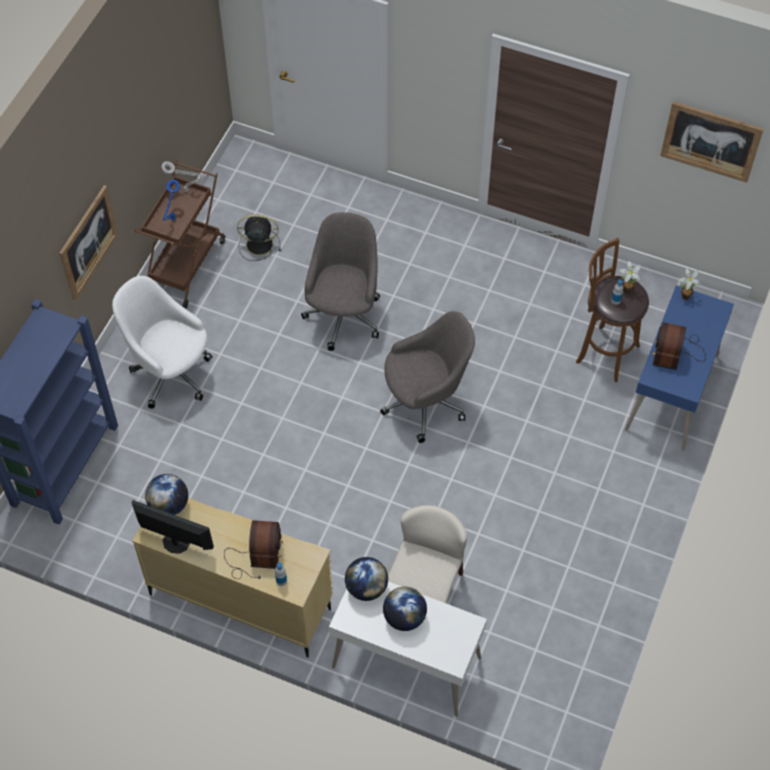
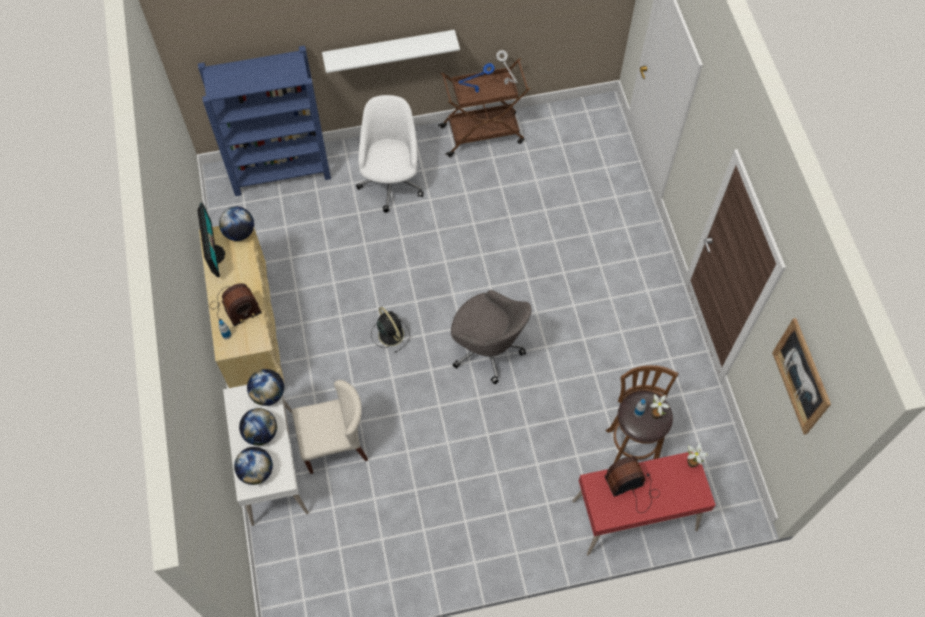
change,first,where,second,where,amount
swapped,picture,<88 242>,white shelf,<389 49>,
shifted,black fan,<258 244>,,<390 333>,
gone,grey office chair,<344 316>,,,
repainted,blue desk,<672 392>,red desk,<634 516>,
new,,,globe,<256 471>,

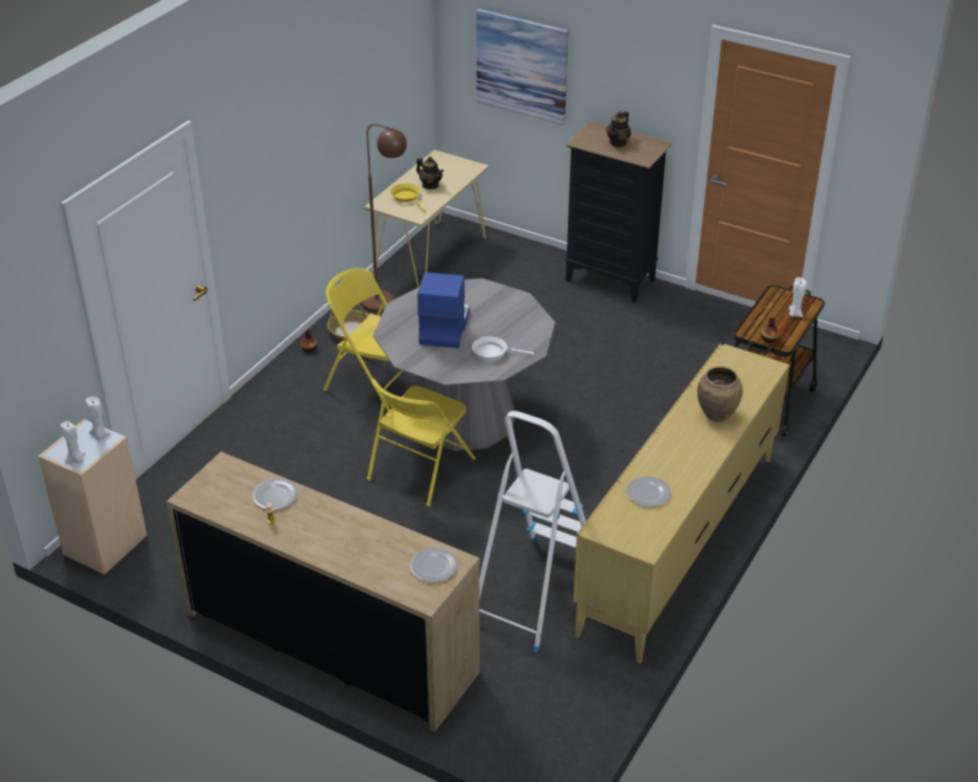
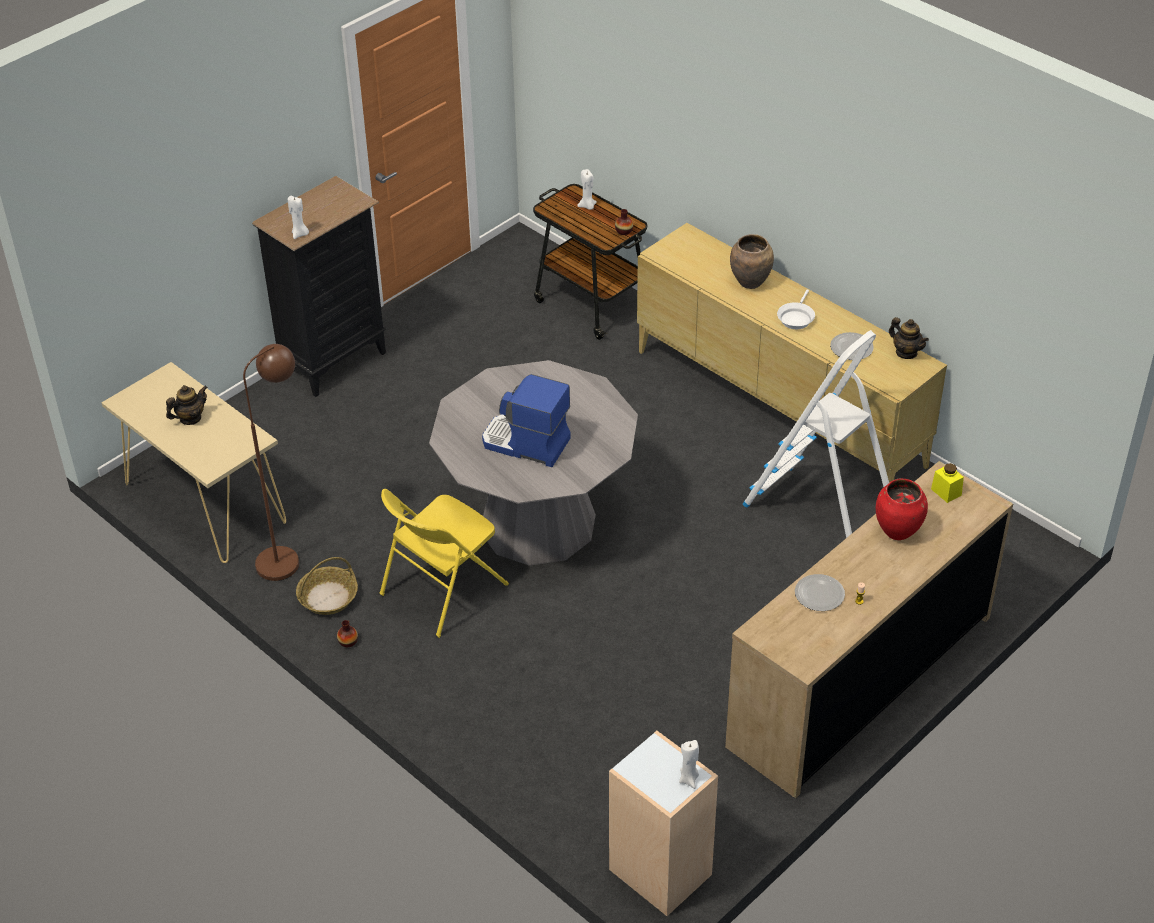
change,first,where,second,where,amount
shifted,white candle,<100 436>,,<300 234>,
gone,yellow chair,<421 469>,,,
gone,yellow frying pan,<407 198>,,,
swapped,plate,<433 566>,yellow jar,<946 492>,
shifted,white frying pan,<493 352>,,<796 318>,
gone,picture,<522 66>,,,
shifted,teapot,<618 142>,,<906 352>,
new,,,red vase,<898 531>,

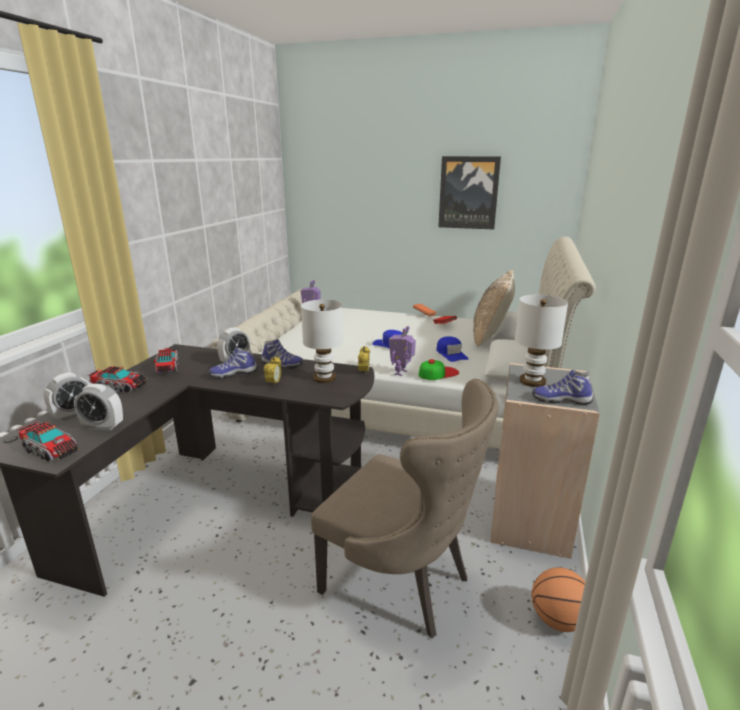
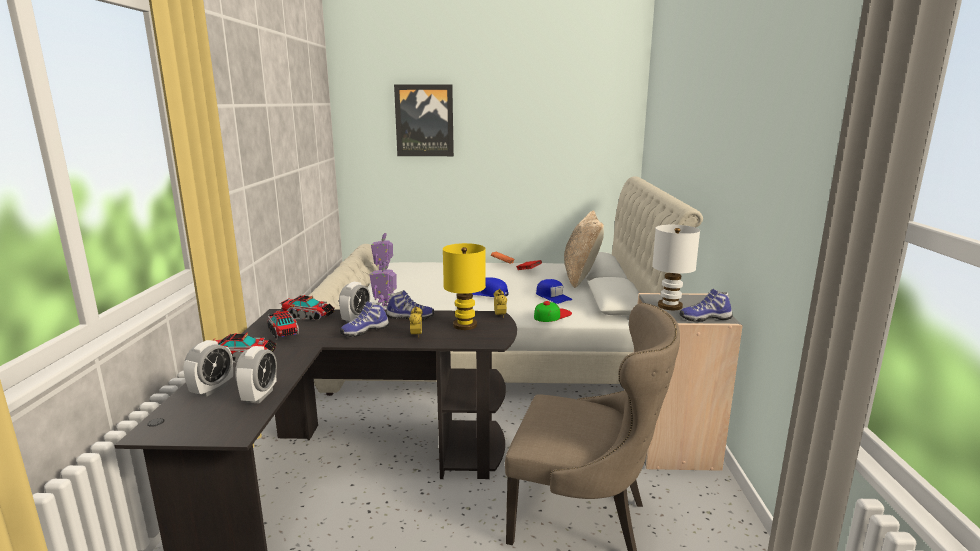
change,first,where,second,where,amount
shifted,toy truck,<50 450>,,<308 316>,
rotated,alarm clock,<103 426>,,<259 396>,75 degrees counterclockwise
repainted,white table lamp,<324 378>,yellow table lamp,<464 325>,
shifted,toy robot,<401 373>,,<385 308>,
shifted,picture,<468 193>,,<424 120>,
gone,basketball,<558 620>,,,

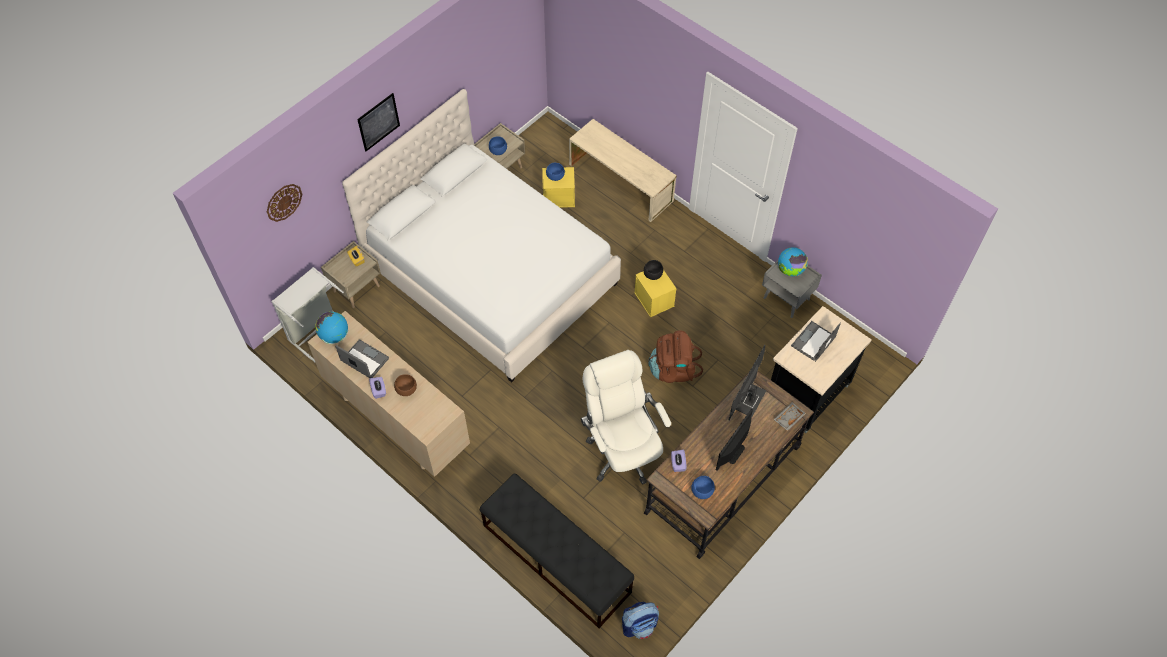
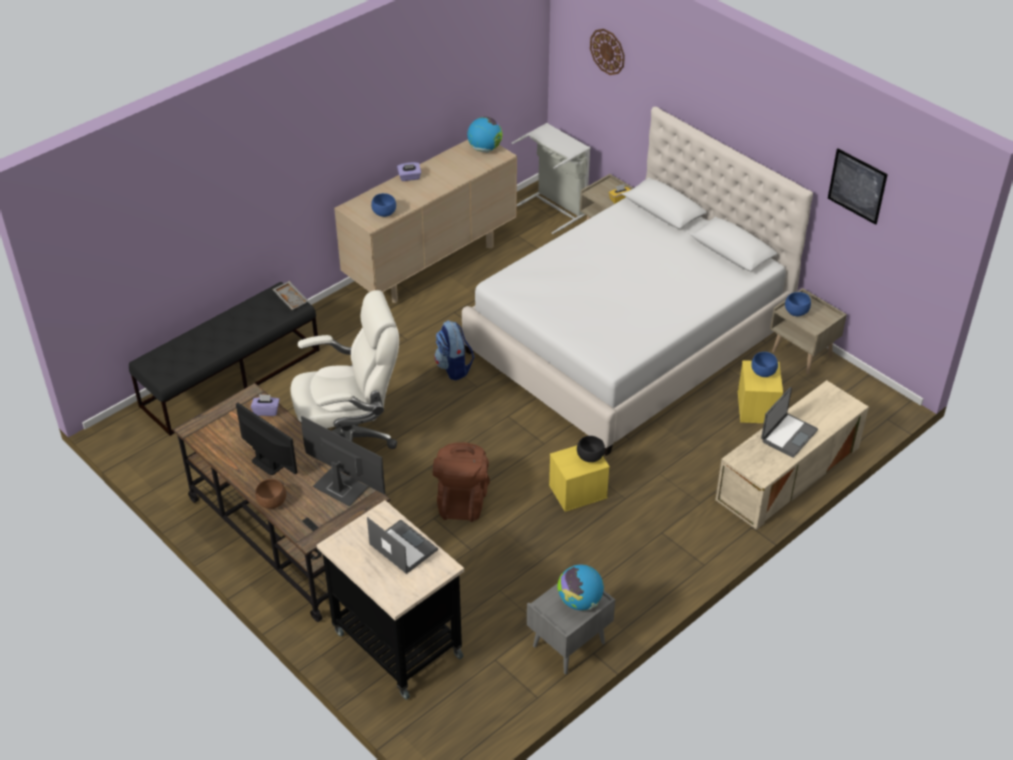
change,first,where,second,where,amount
shifted,laptop,<364 360>,,<788 435>,
shifted,picture,<378 122>,,<857 186>,
shifted,brown bowl,<407 389>,,<272 503>,
shifted,backpack,<639 625>,,<454 367>,
shifted,blue bowl,<701 491>,,<384 213>,
shifted,grey tray,<788 418>,,<291 299>,

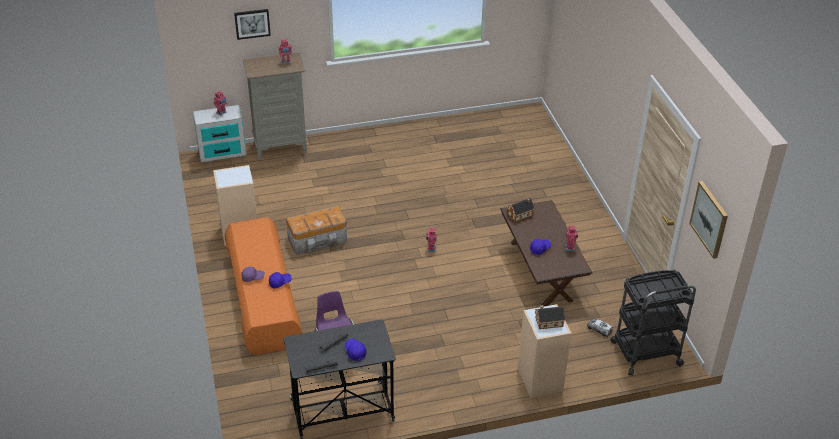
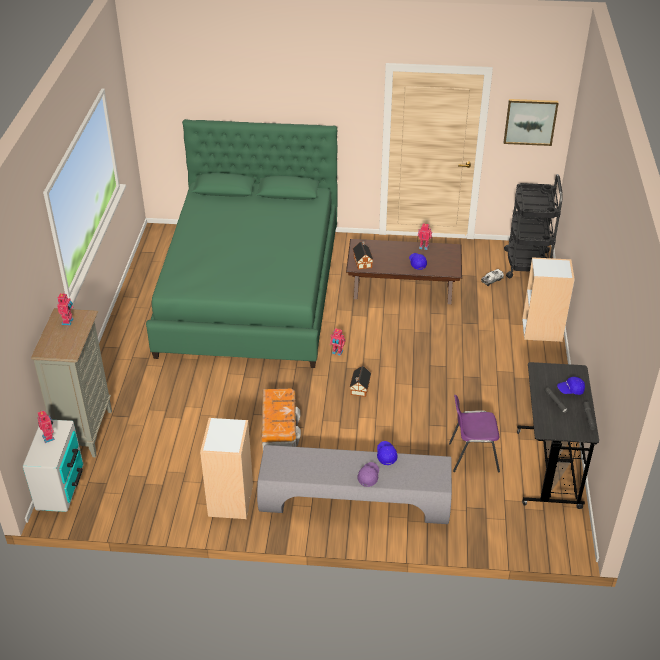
change,first,where,second,where,amount
repainted,orange bench,<262 297>,grey bench,<354 499>,
gone,picture,<252 23>,,,
shifted,toy house,<547 322>,,<359 388>,
new,,,green bed,<251 291>,

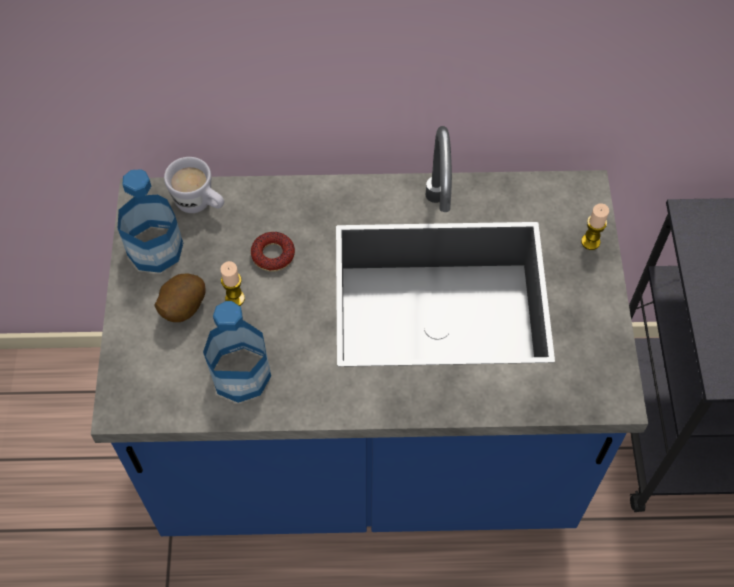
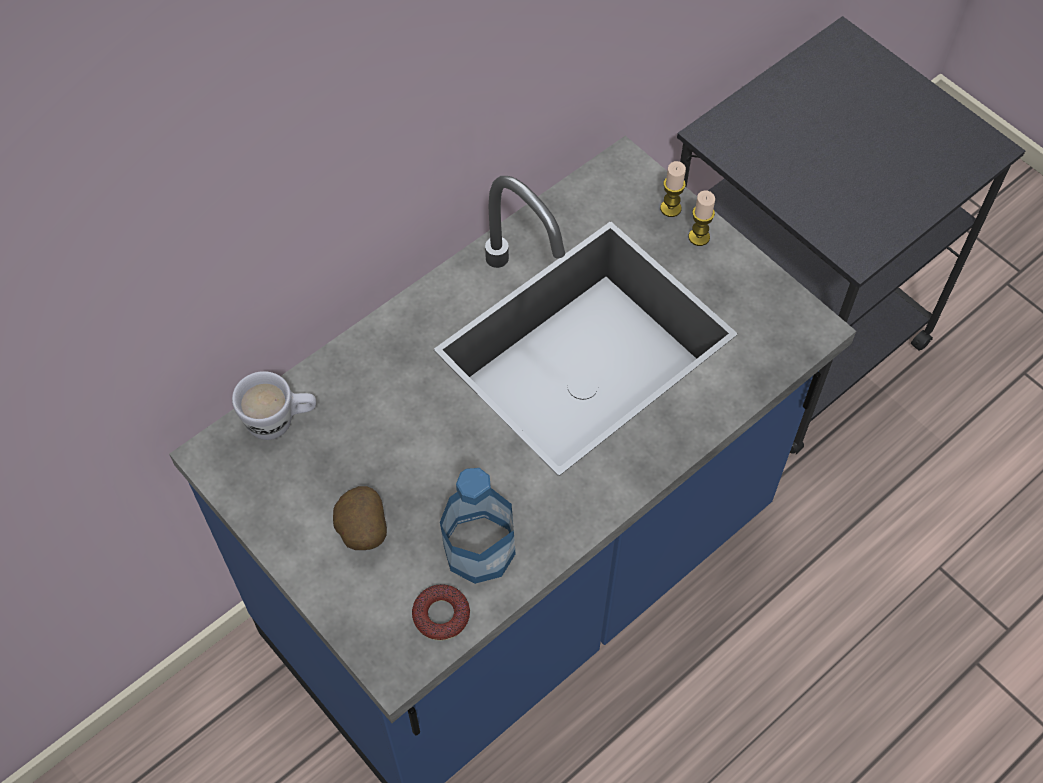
change,first,where,second,where,amount
gone,bottle,<155 249>,,,
shifted,candle,<235 298>,,<699 237>,
shifted,donut,<273 255>,,<441 615>,

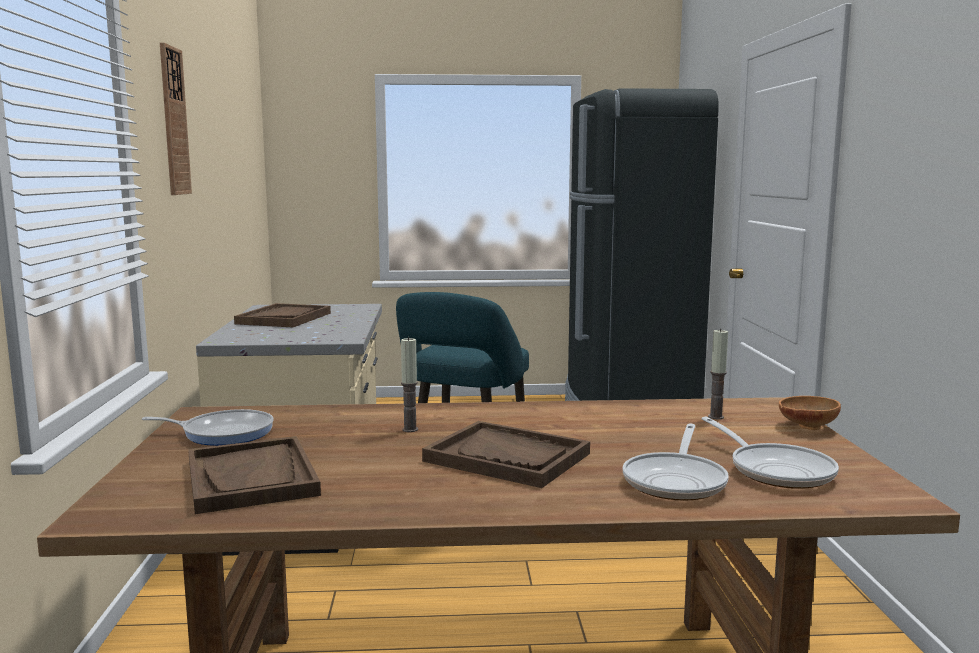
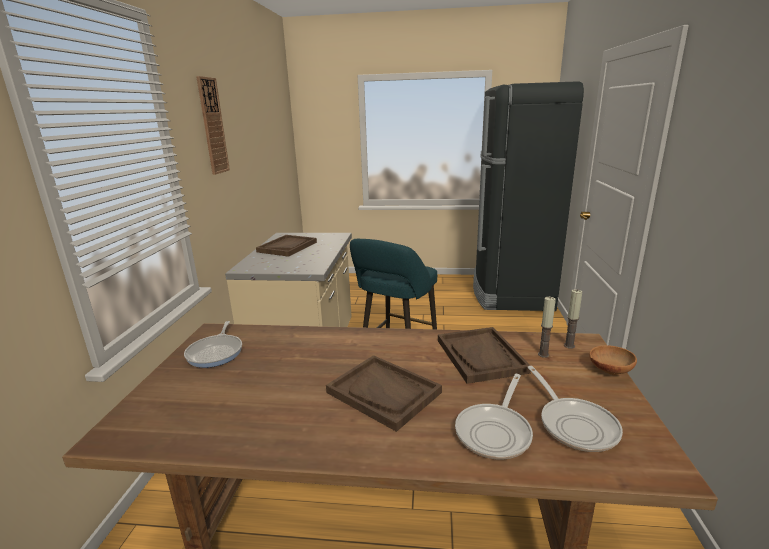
change,first,where,second,where,amount
rotated,frying pan,<223 433>,,<216 352>,75 degrees clockwise
shifted,brown tray,<251 478>,,<481 356>,
shifted,candle,<410 429>,,<569 346>,

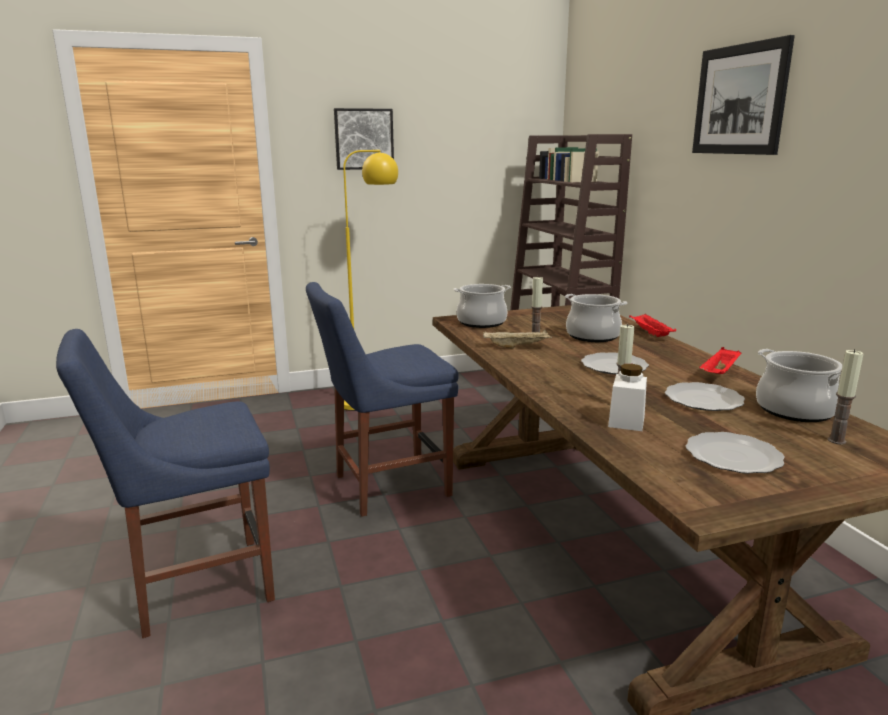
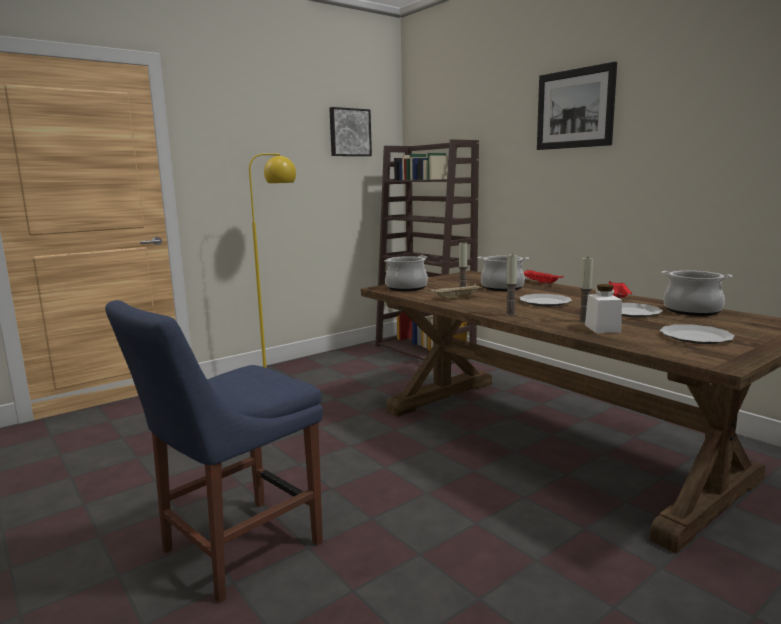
change,first,where,second,where,amount
gone,blue chair,<386 486>,,,
shifted,picture,<363 139>,,<349 132>,
shifted,candle,<836 441>,,<510 314>,

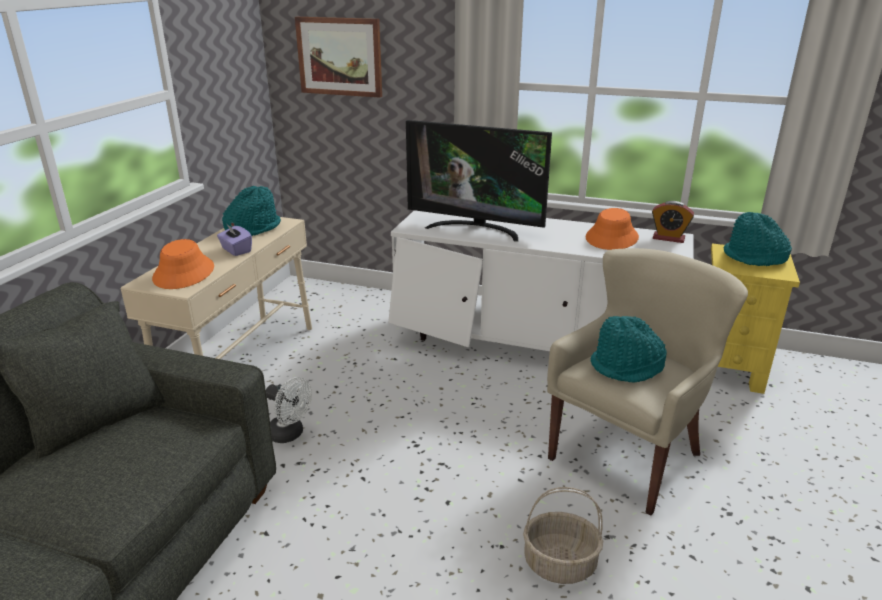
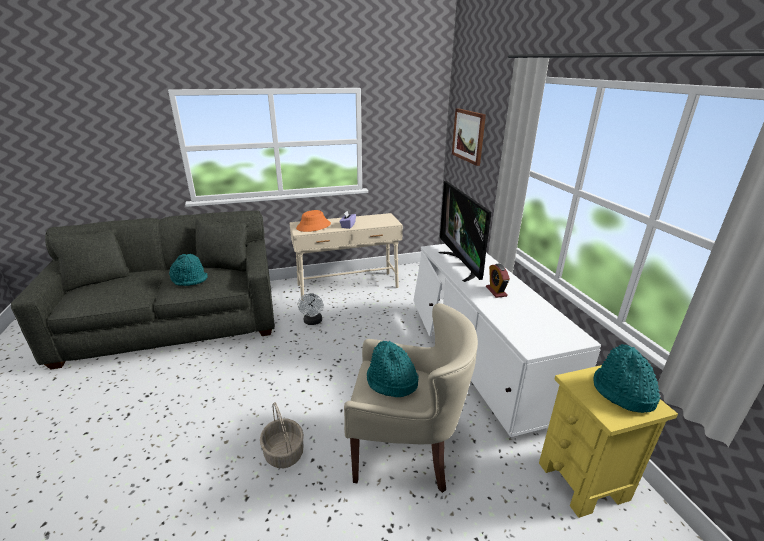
change,first,where,second,where,amount
shifted,turquoise hat,<253 228>,,<190 279>,
gone,orange hat,<612 238>,,,
shifted,alarm clock,<668 238>,,<496 291>,

